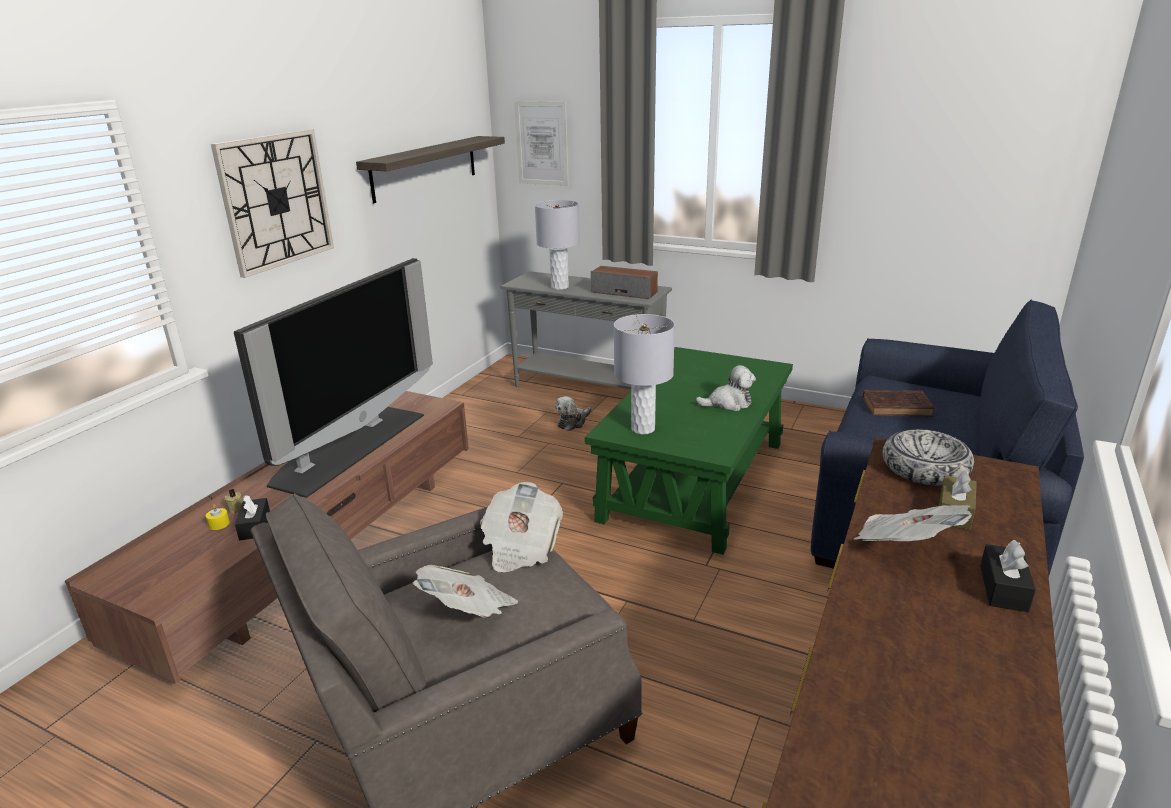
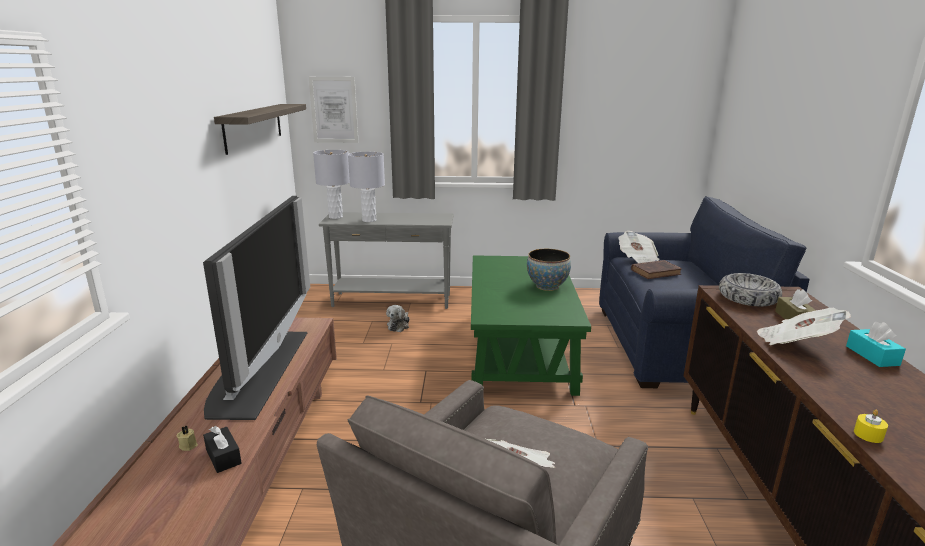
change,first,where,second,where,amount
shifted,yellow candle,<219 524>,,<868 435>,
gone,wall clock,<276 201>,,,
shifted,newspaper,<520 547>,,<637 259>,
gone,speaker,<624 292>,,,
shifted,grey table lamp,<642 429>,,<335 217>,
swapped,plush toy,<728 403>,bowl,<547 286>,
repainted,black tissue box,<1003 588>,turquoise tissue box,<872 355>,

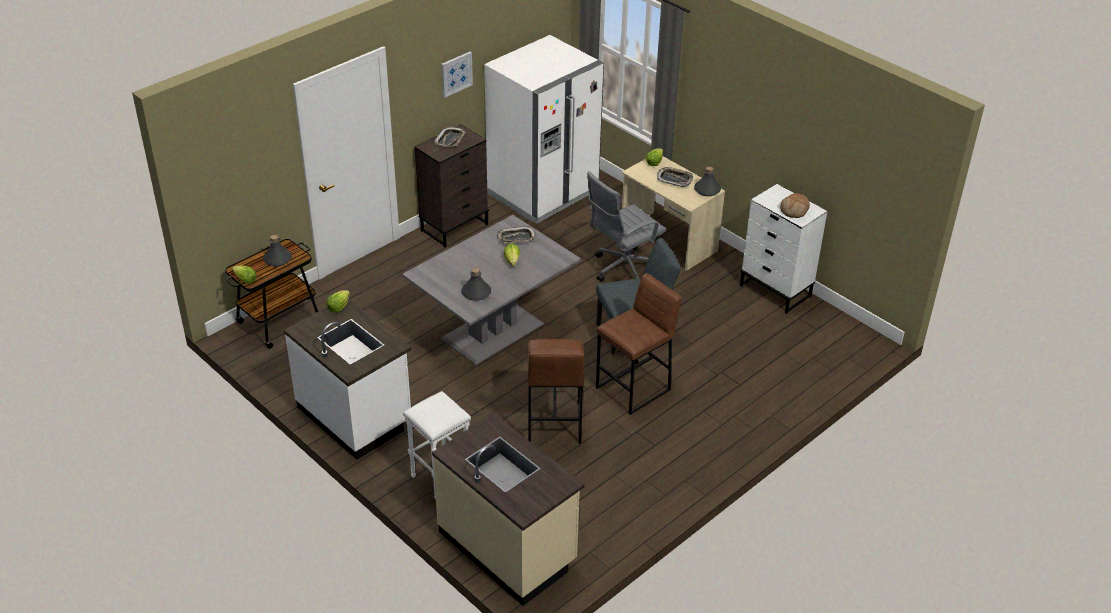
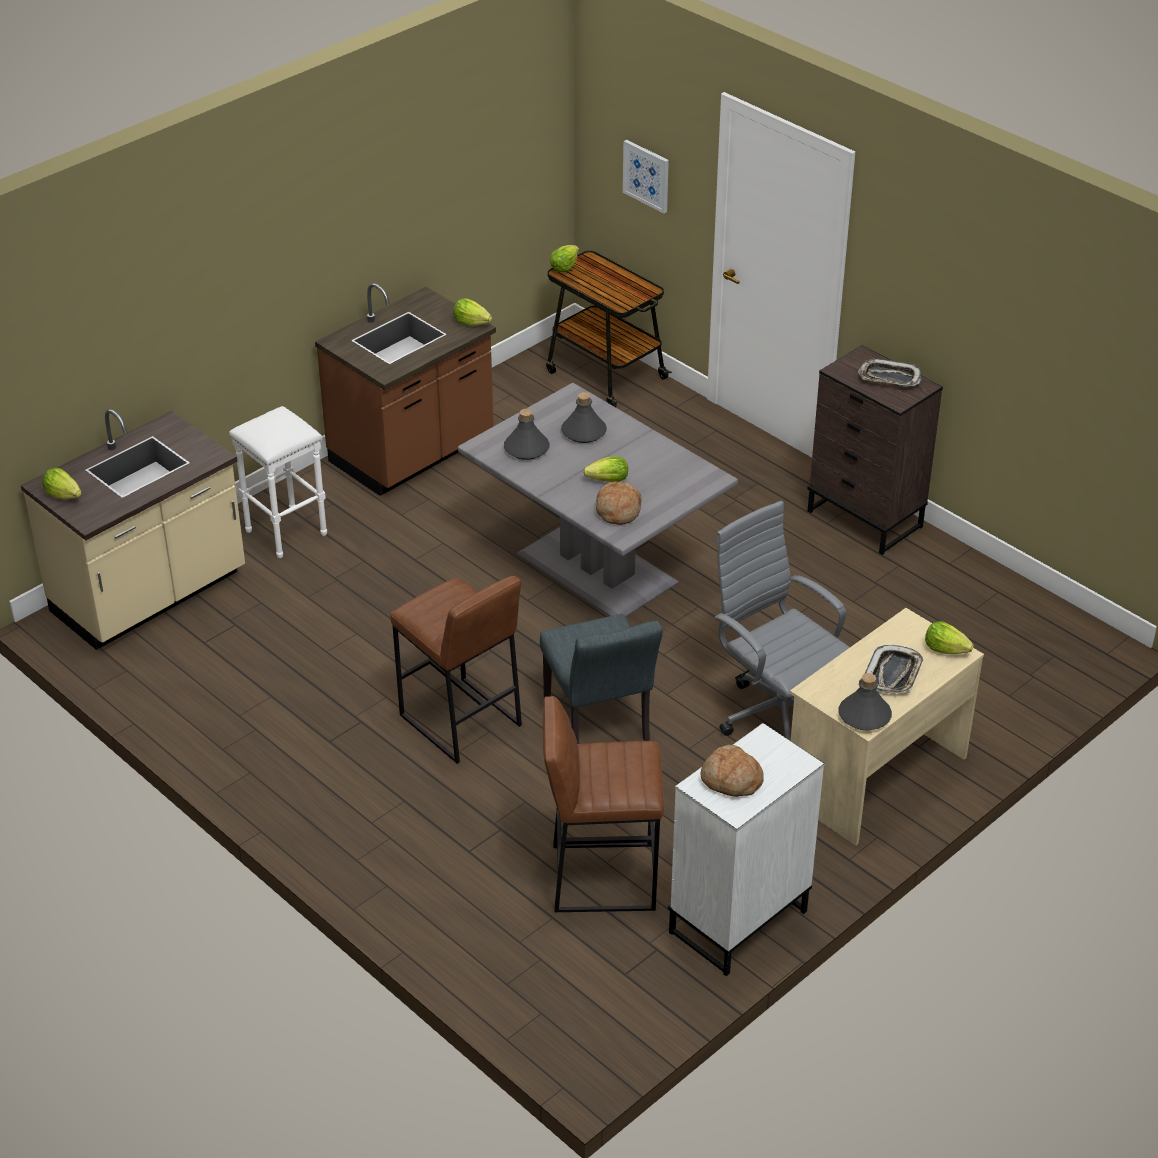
change,first,where,second,where,amount
shifted,grey bottle,<277 259>,,<583 432>,
repainted,white counter,<355 415>,brown counter,<413 453>,
shifted,picture,<456 74>,,<646 175>,
gone,white fridge,<543 193>,,,
gone,tray,<516 238>,,,
shifted,brown stool,<554 424>,,<601 877>,
new,,,lettuce,<63 495>,
new,,,bread,<617 510>,

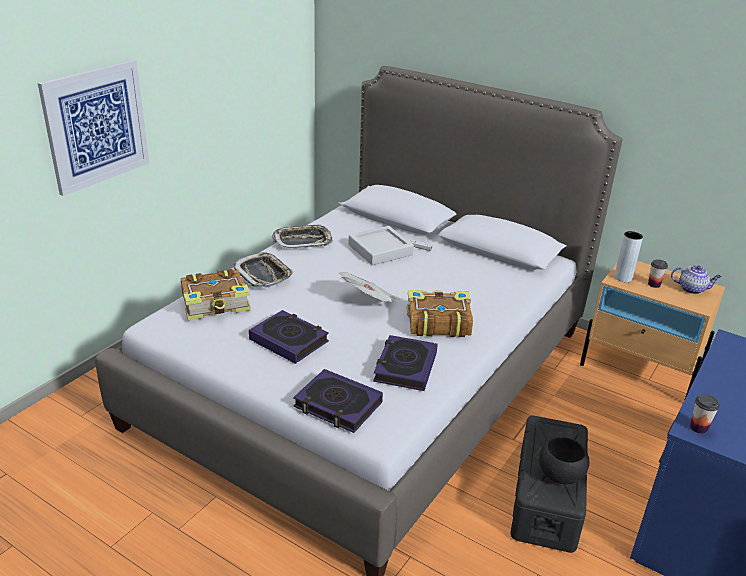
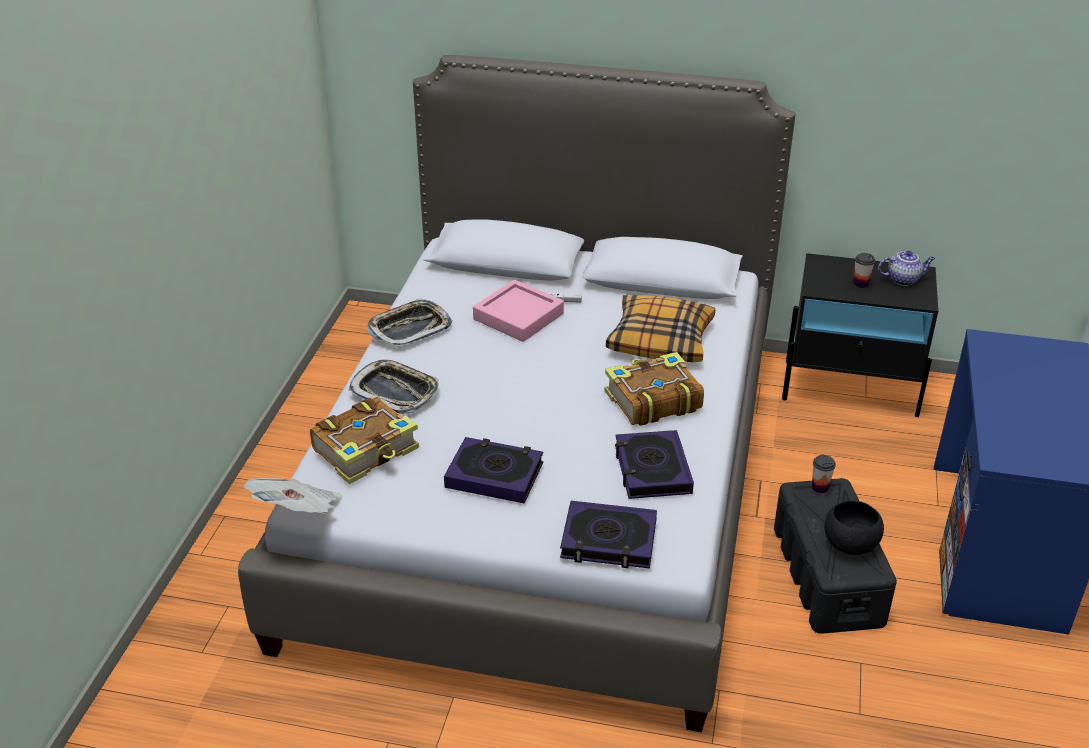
change,first,where,second,where,amount
gone,picture,<96 126>,,,
shifted,newspaper,<369 301>,,<298 512>,
repainted,grey tray,<380 250>,pink tray,<518 316>,
repainted,beige nightstand,<640 371>,black nightstand,<851 388>,
gone,grey vase,<623 278>,,,
shifted,cup,<698 427>,,<820 487>,
new,,,pillow,<660 339>,

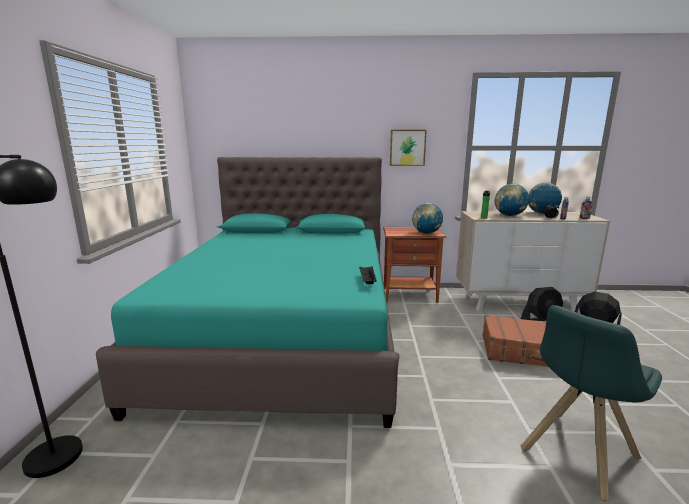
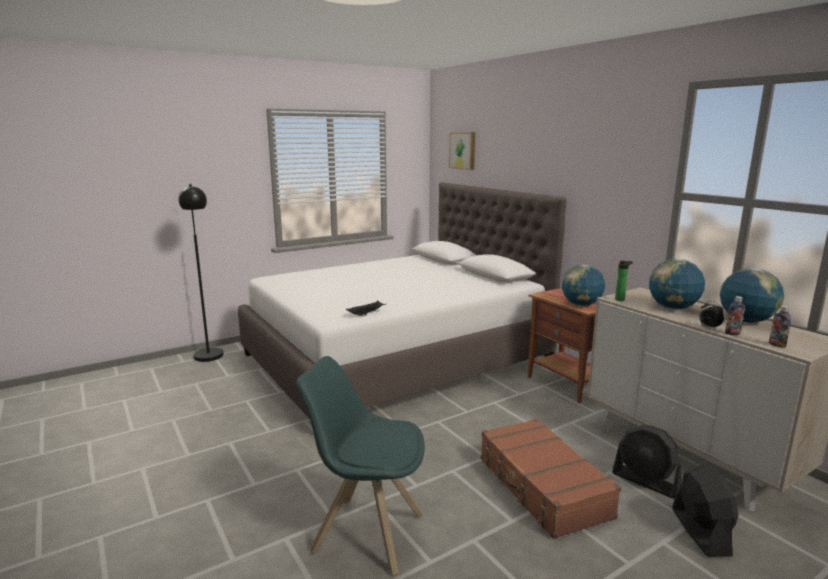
change,first,where,second,where,amount
repainted,turquoise bed,<286 333>,white bed,<396 358>,
shifted,picture,<407 147>,,<463 150>,

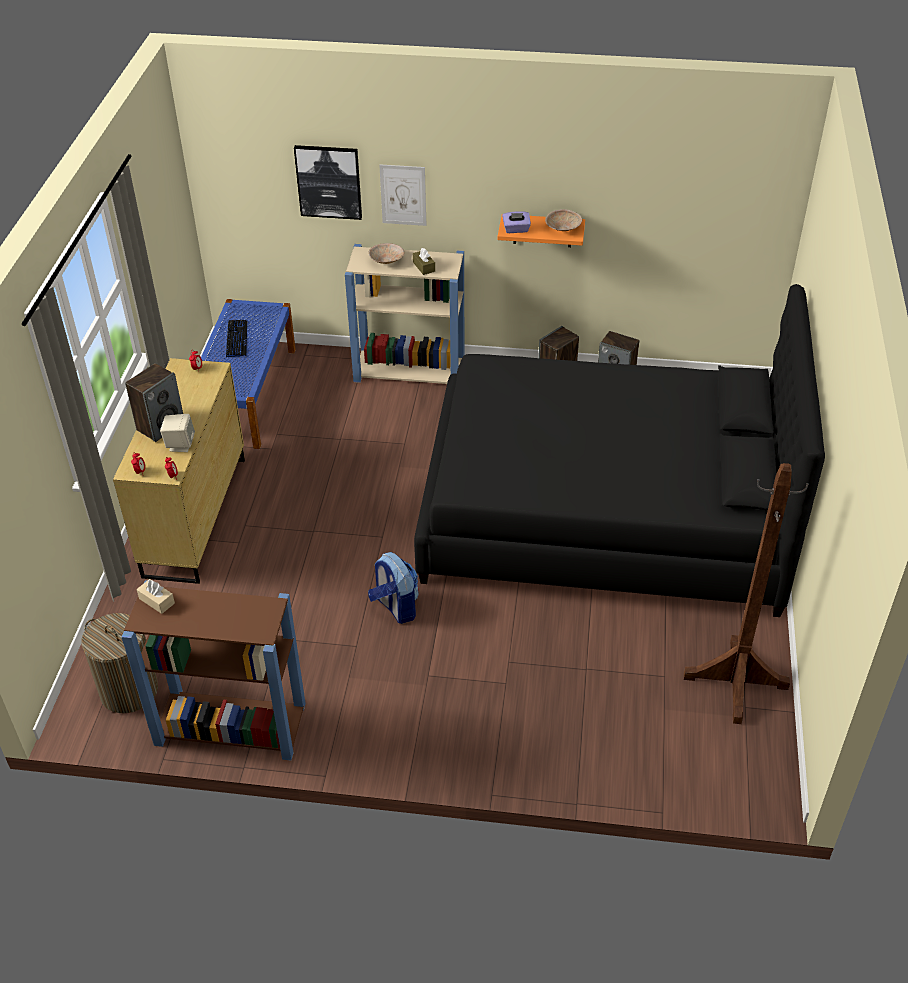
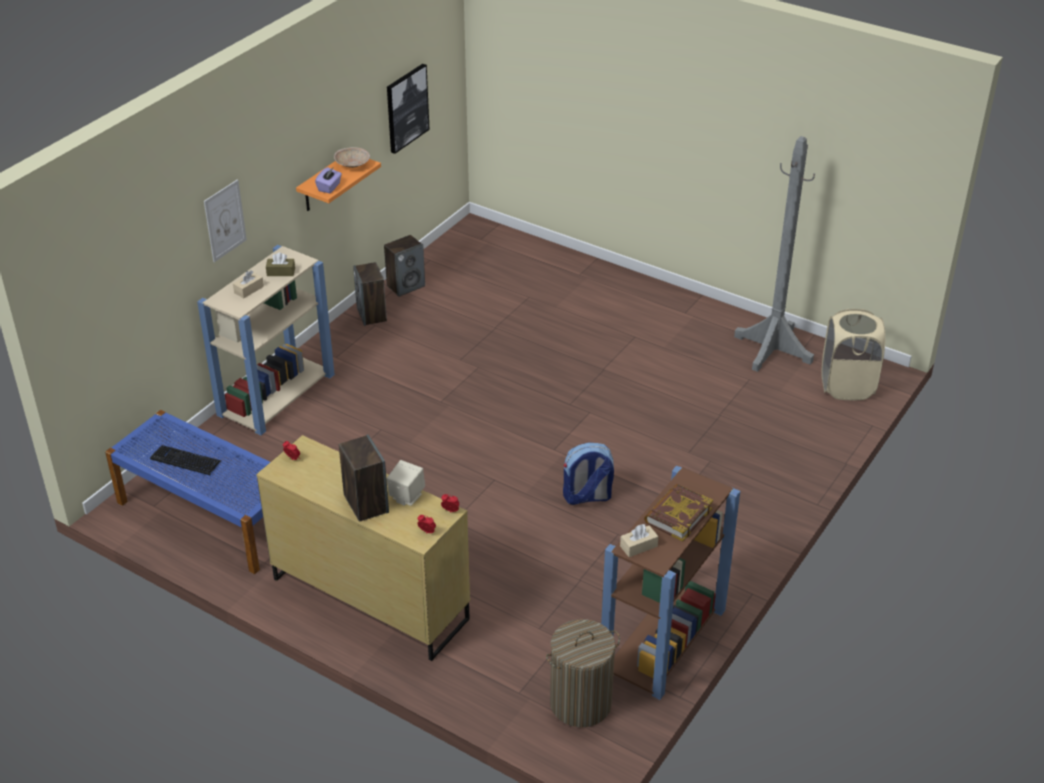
change,first,where,second,where,amount
shifted,picture,<329 181>,,<406 108>,
swapped,beige bowl,<387 261>,beige tissue box,<249 290>,
gone,black bed,<604 513>,,,
repainted,brown clothes rack,<735 681>,grey clothes rack,<773 349>,
new,,,book,<677 515>,
new,,,beige laundry basket,<847 386>,

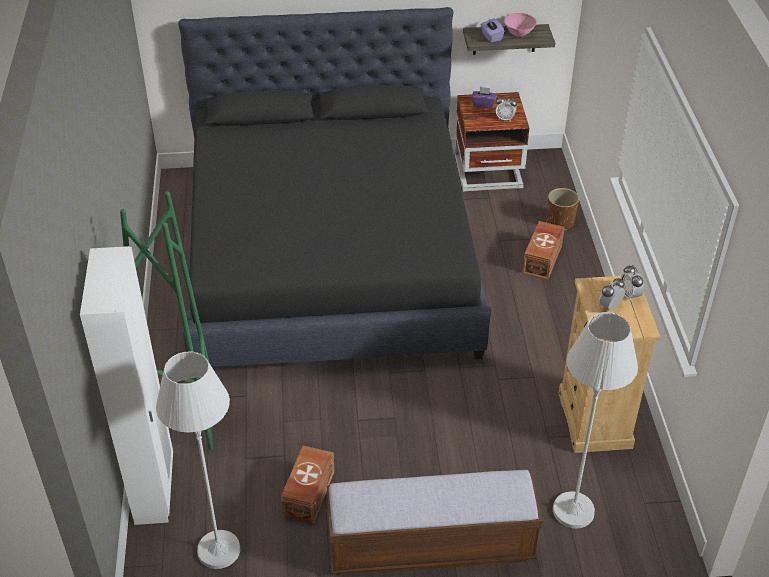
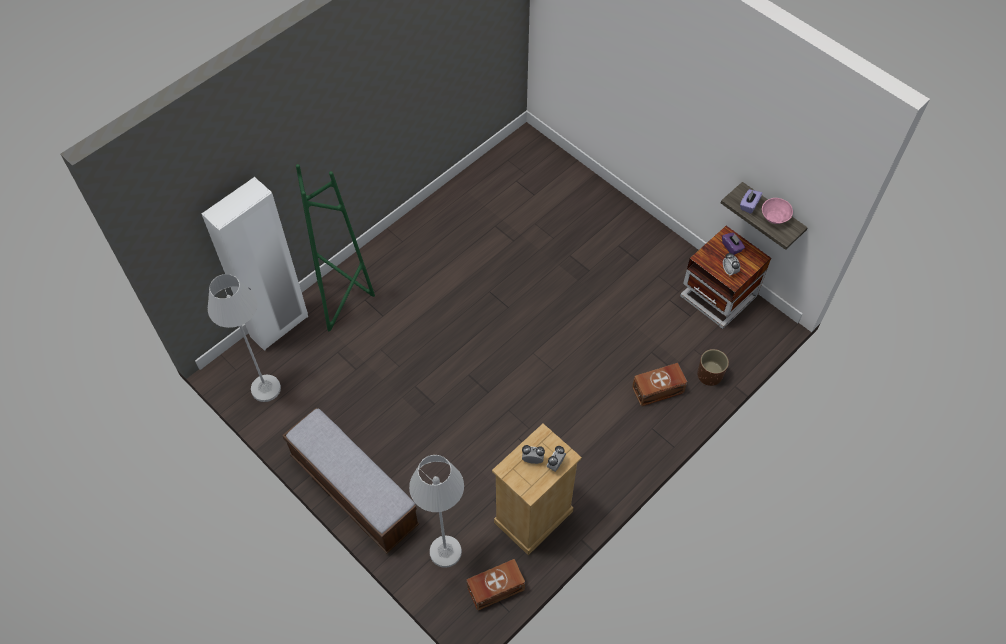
change,first,where,second,where,amount
gone,black bed,<330 255>,,,
shifted,brown storage box,<307 494>,,<494 588>,

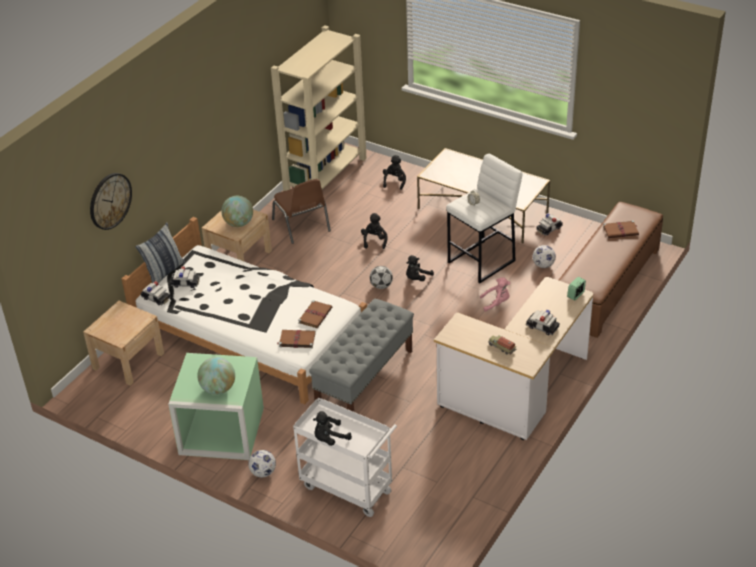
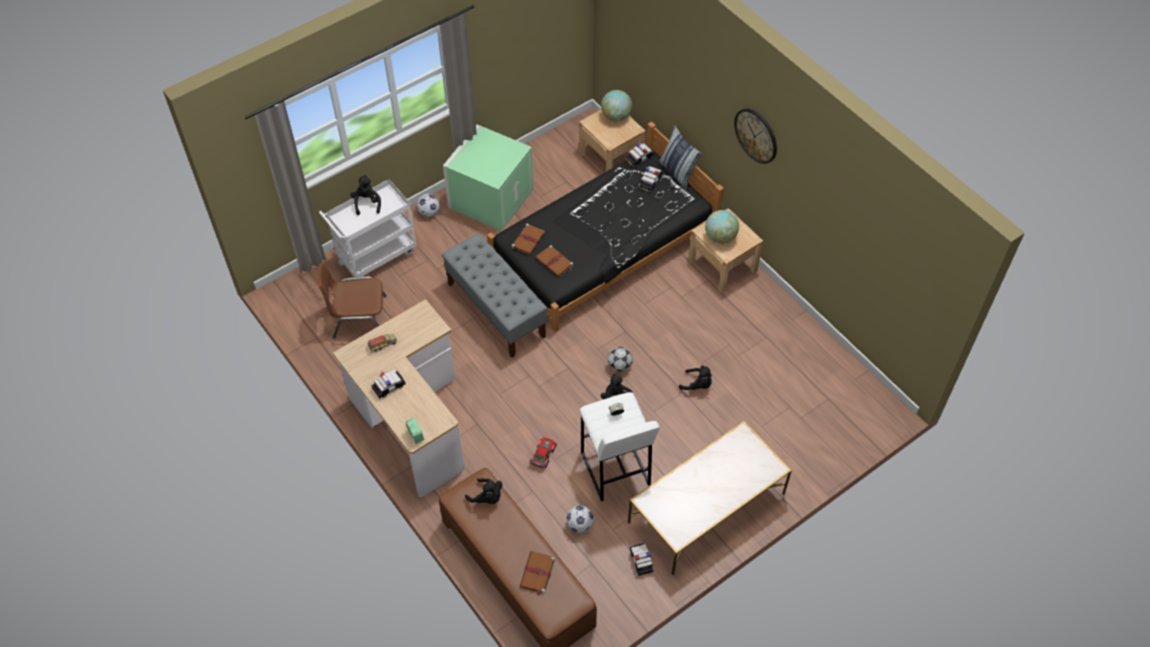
change,first,where,second,where,amount
shifted,wall clock,<110 201>,,<756 135>,
repainted,white bed,<249 332>,black bed,<604 245>,
shifted,globe,<218 389>,,<616 116>,
gone,beige bookcase,<325 175>,,,
shifted,brown chair,<302 226>,,<358 317>,
shifted,black plush toy,<394 181>,,<487 497>,
swapped,pink plush toy,<496 303>,toy car,<542 454>,

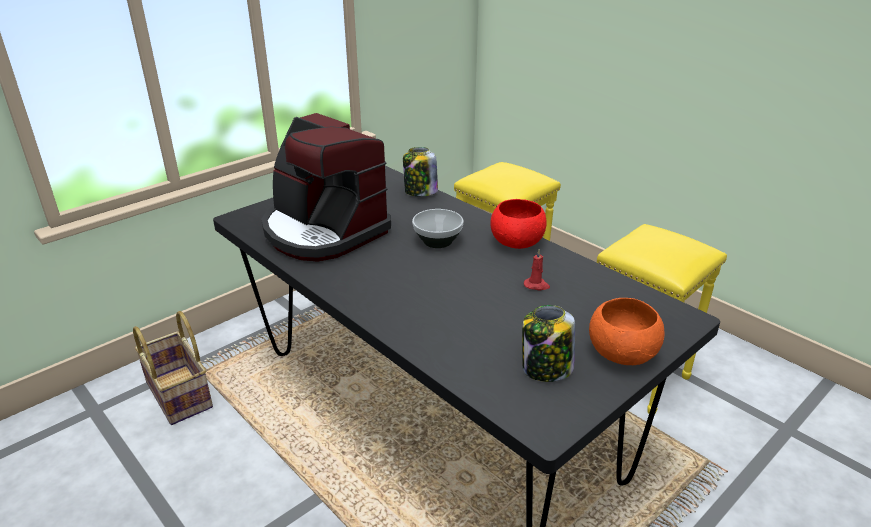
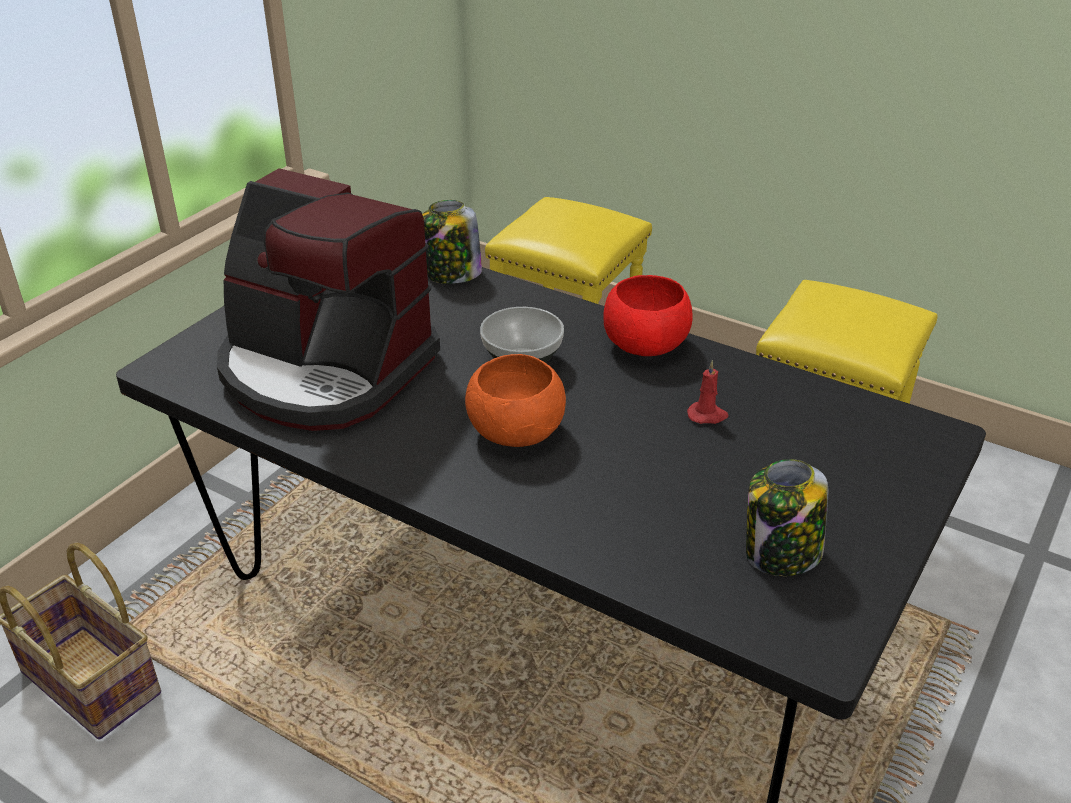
change,first,where,second,where,amount
shifted,orange bowl,<622 353>,,<516 431>,

